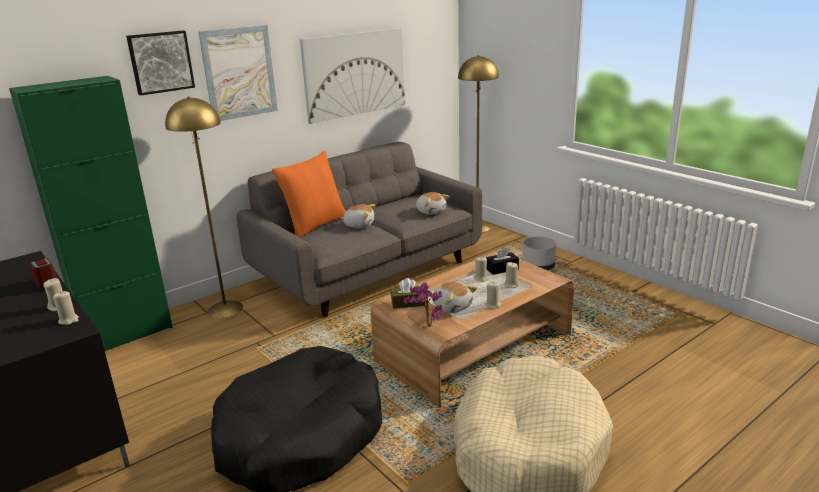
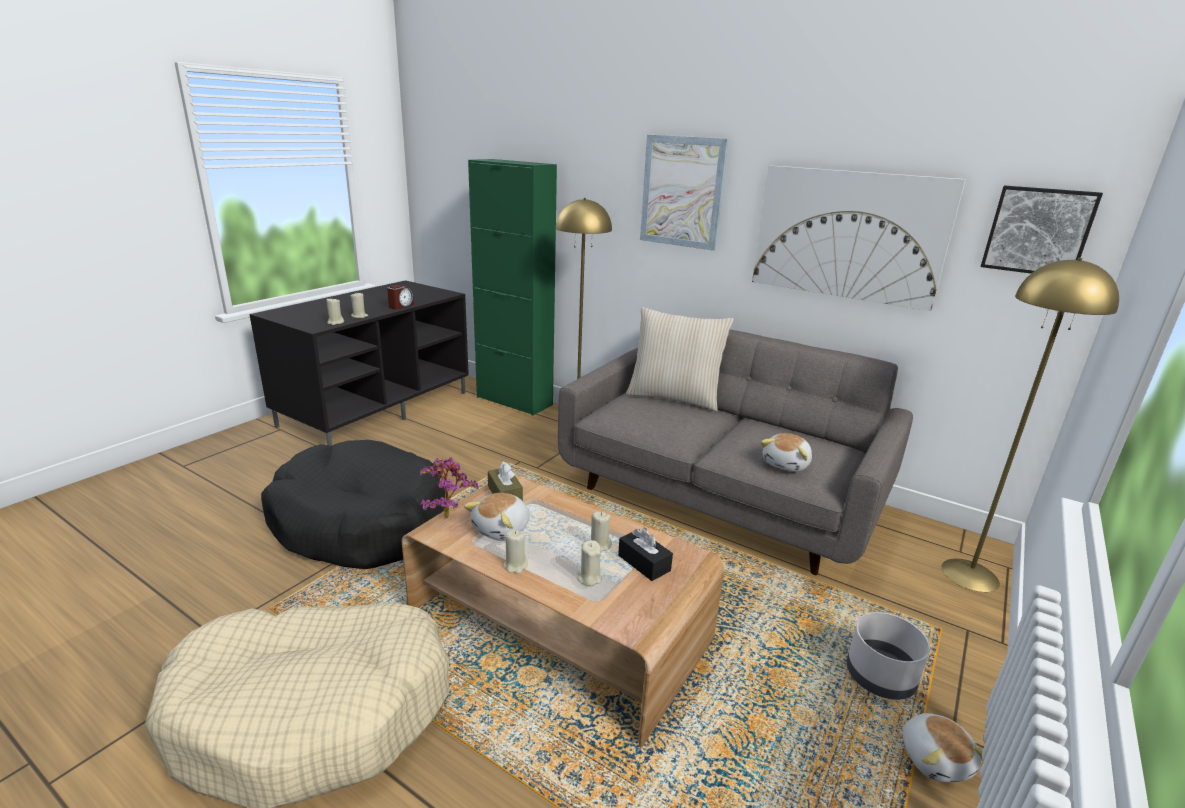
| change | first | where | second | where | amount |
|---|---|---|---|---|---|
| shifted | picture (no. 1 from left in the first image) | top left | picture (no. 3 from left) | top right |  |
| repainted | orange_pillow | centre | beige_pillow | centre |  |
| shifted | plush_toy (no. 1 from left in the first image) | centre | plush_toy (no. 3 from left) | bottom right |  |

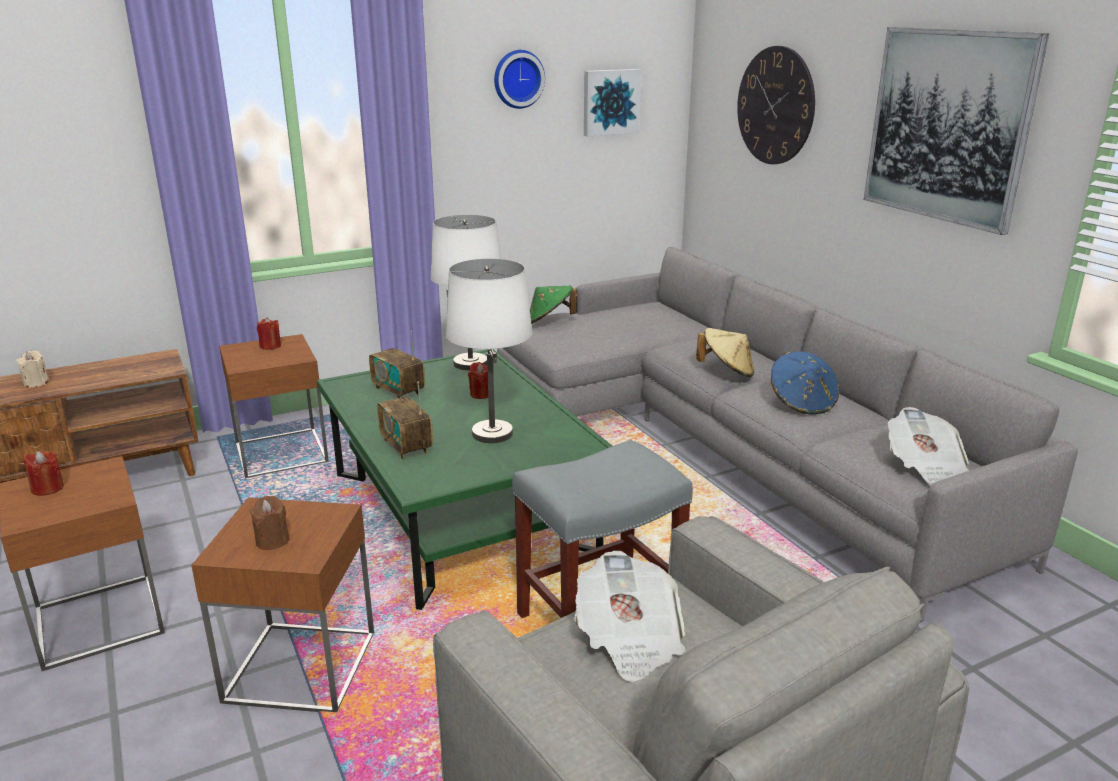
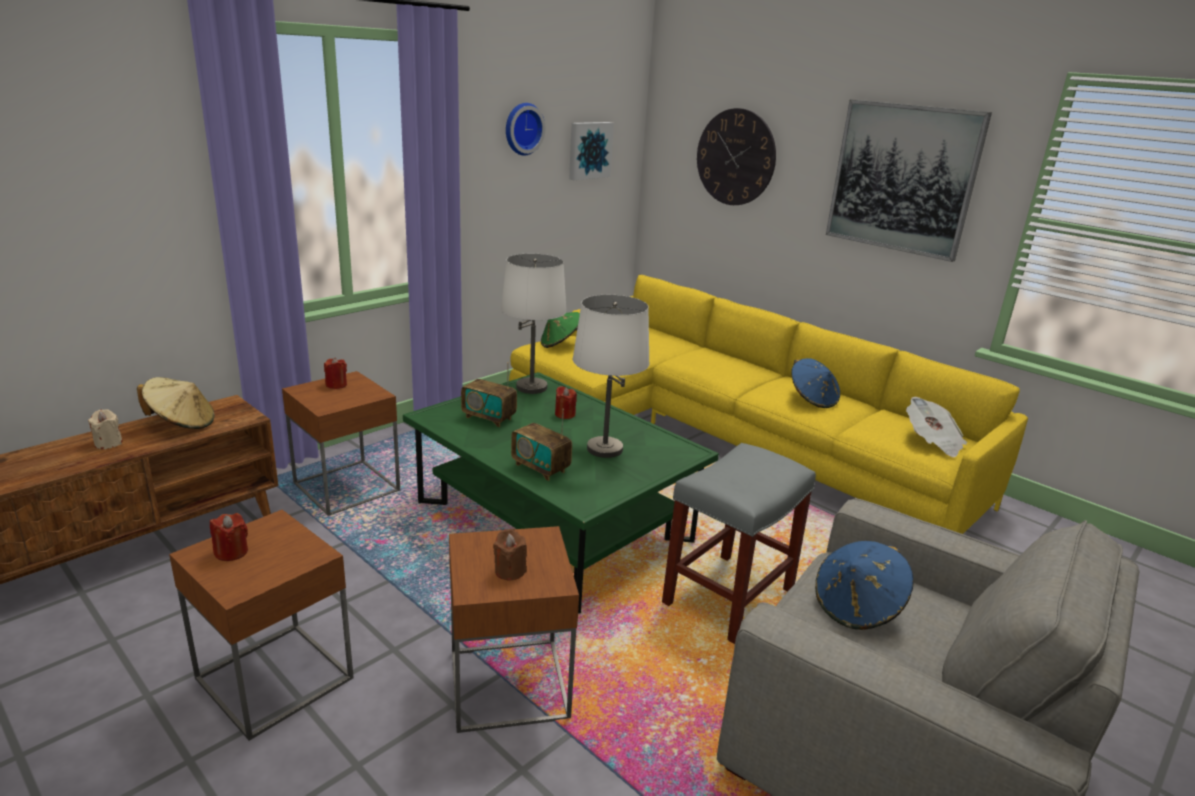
| change | first | where | second | where | amount |
|---|---|---|---|---|---|
| repainted | grey_sofa | middle right | yellow_sofa | centre |  |
| swapped | newspaper (no. 1 from left) | bottom centre | blue_hat (no. 2 from left) | bottom right |  |
| shifted | beige_hat | centre |  | middle left |  |

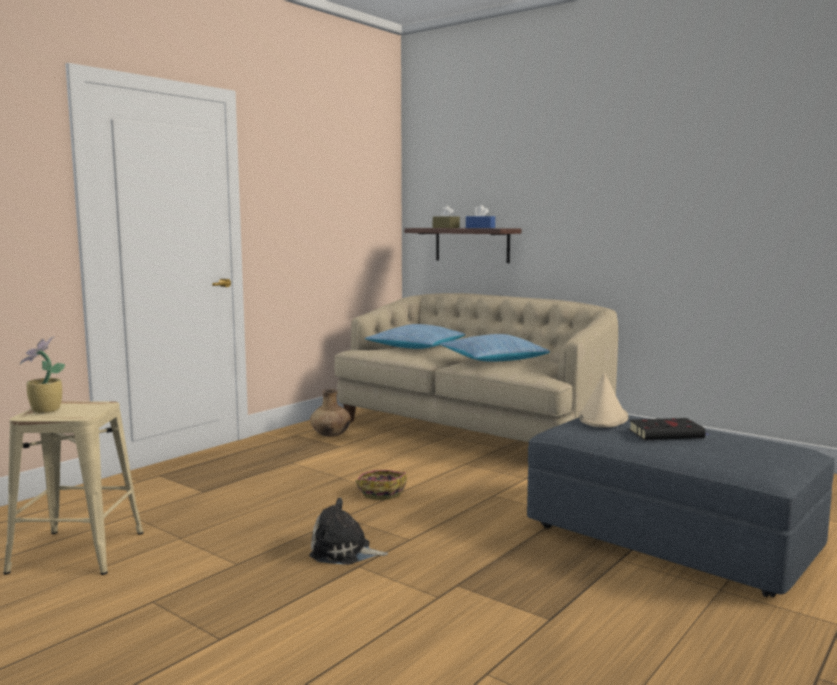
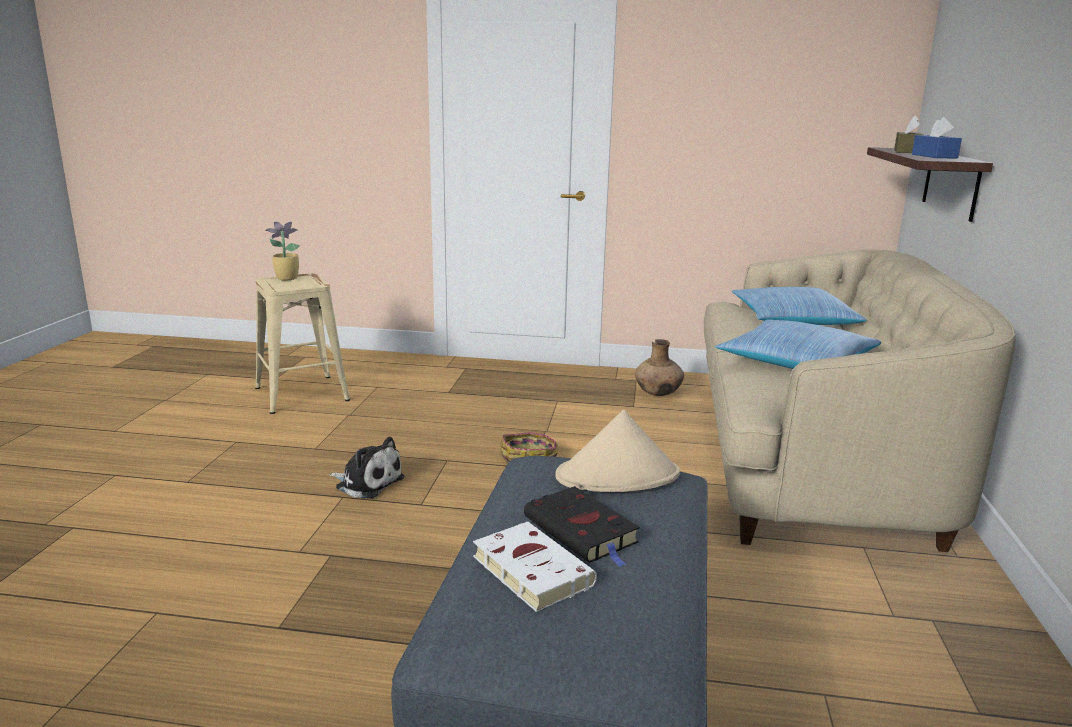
| change | first | where | second | where | amount |
|---|---|---|---|---|---|
| rotated | plush_toy | bottom centre |  | centre | 135 degrees clockwise |
| new |  |  | white_book | bottom centre |  |

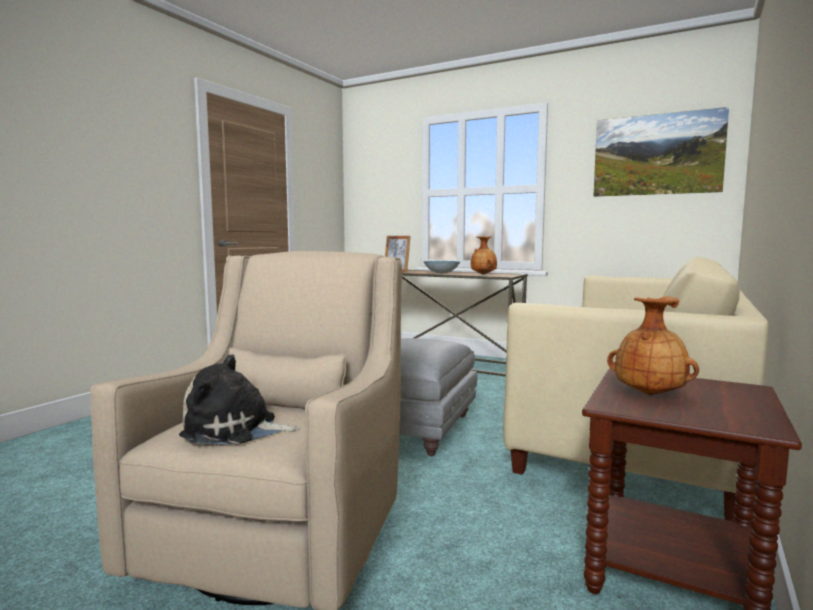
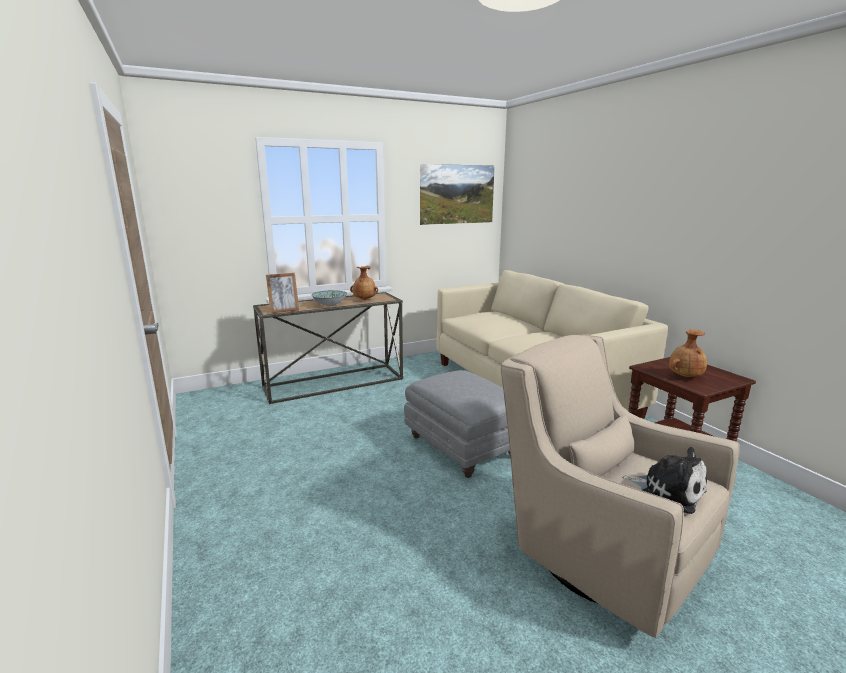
| change | first | where | second | where | amount |
|---|---|---|---|---|---|
| rotated | plush_toy | middle left |  | bottom right | 90 degrees counterclockwise |

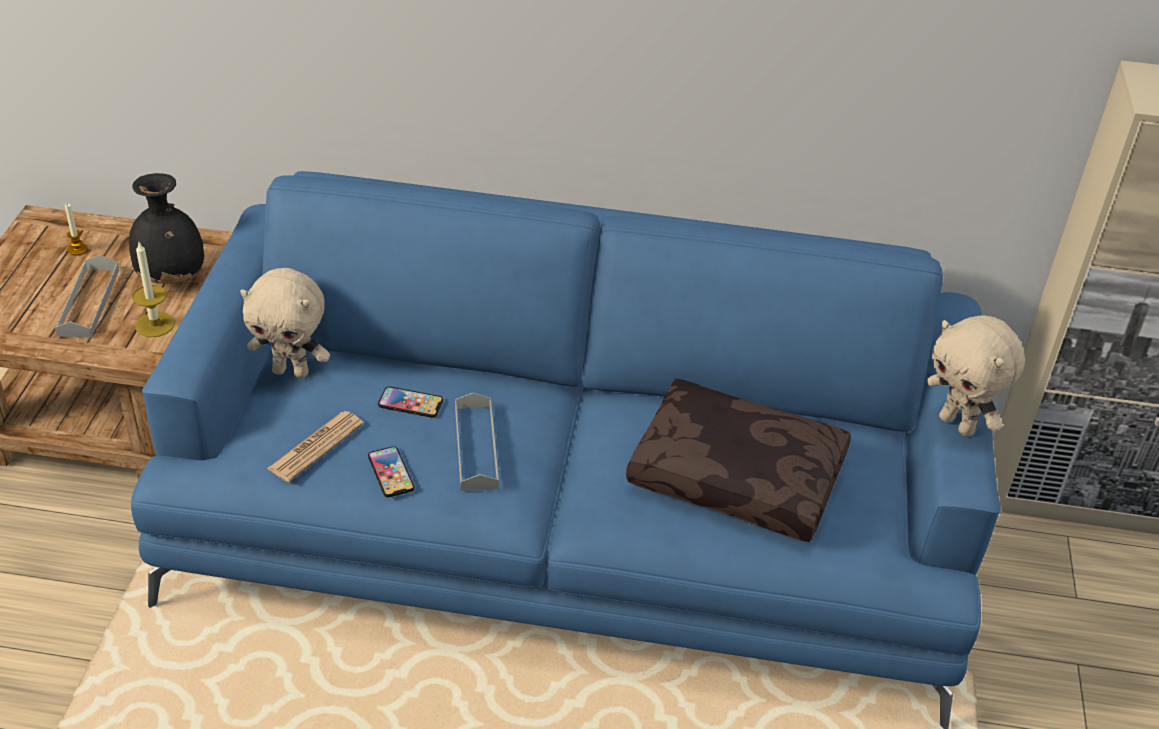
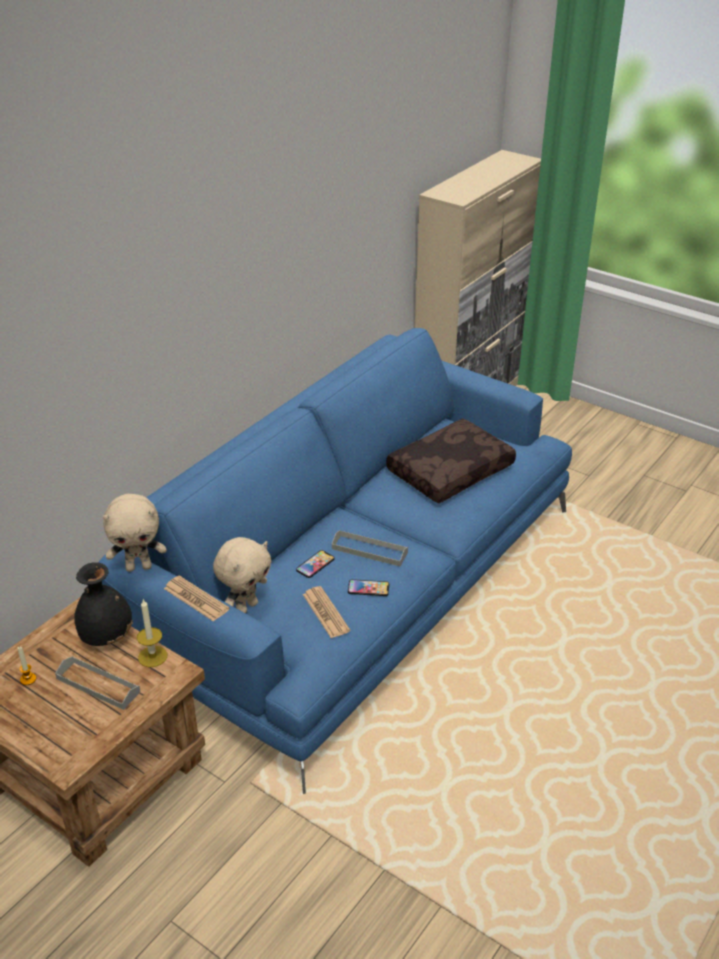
| change | first | where | second | where | amount |
|---|---|---|---|---|---|
| shifted | beige_plush_toy (no. 2 from left in the first image) | middle right | beige_plush_toy (no. 1 from left) | middle left |  |
| new |  |  | newspaper (no. 1 from left) | middle left |  |

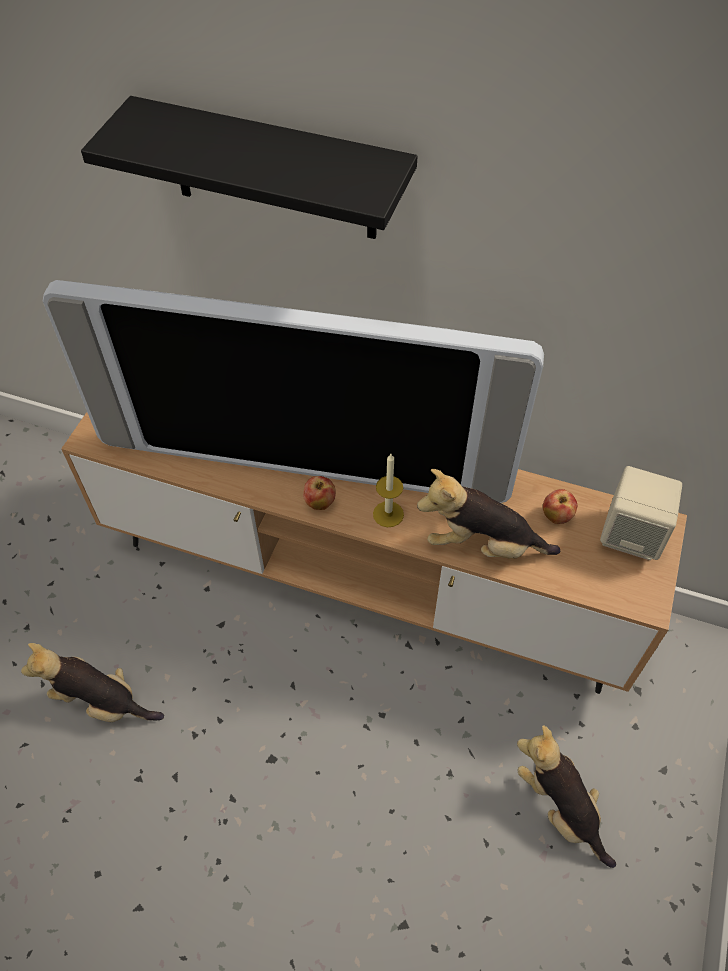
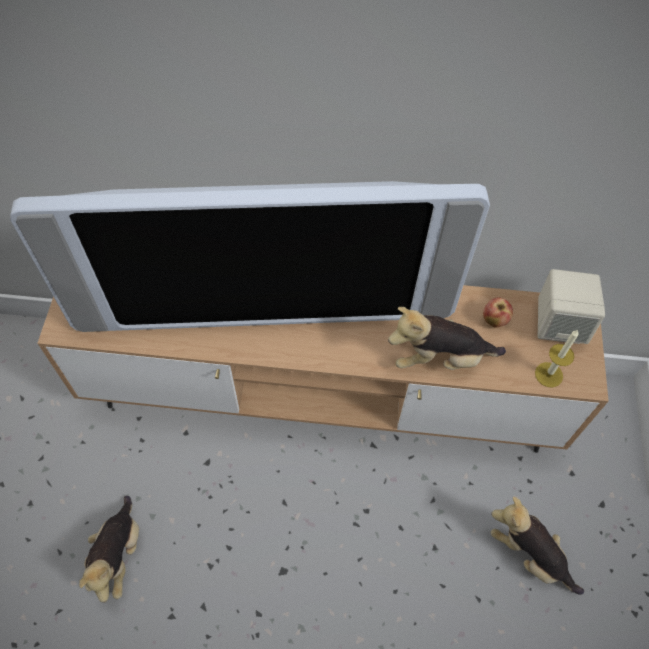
| change | first | where | second | where | amount |
|---|---|---|---|---|---|
| rotated | plush_toy (no. 1 from left) | bottom left |  | bottom left | 90 degrees counterclockwise |
| gone | black_shelf | top centre |  |  |  |
| gone | apple (no. 1 from left) | centre |  |  |  |
| shifted | candle | centre |  | middle right |  |

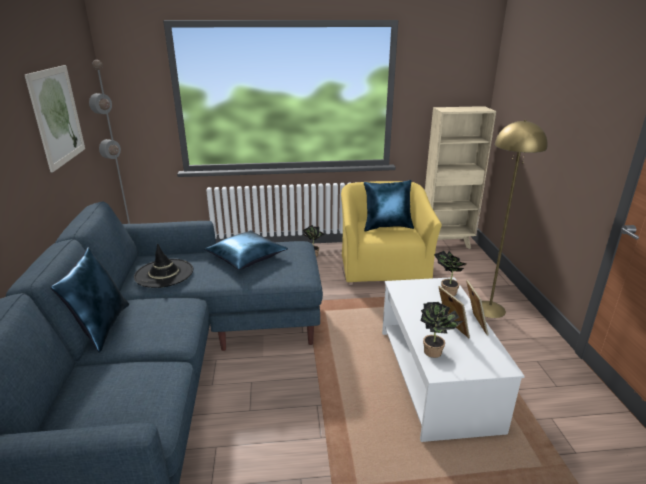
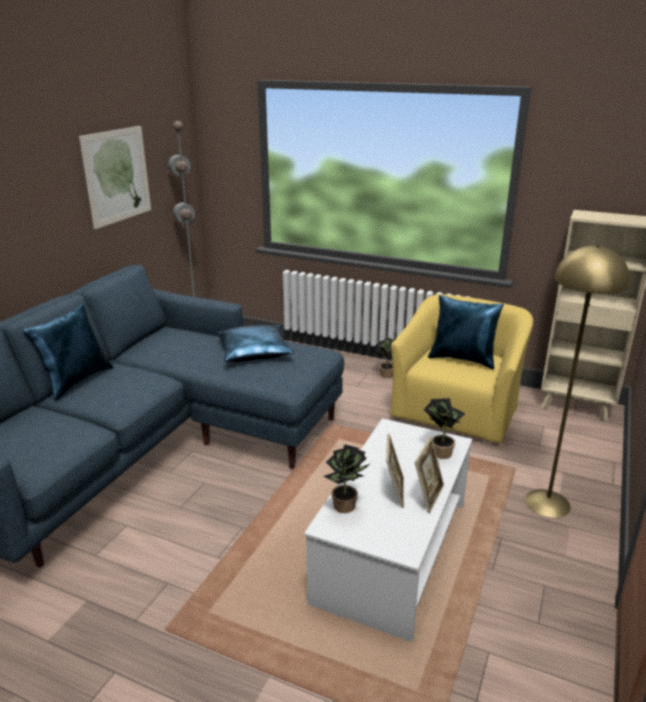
| change | first | where | second | where | amount |
|---|---|---|---|---|---|
| gone | black_hat | middle left |  |  |  |

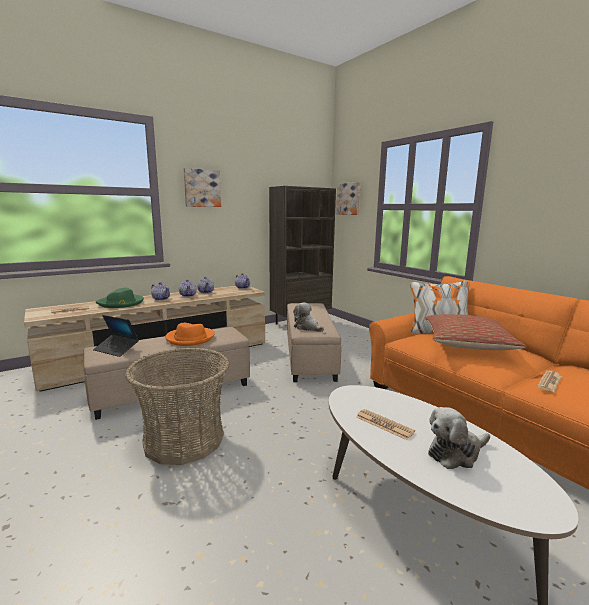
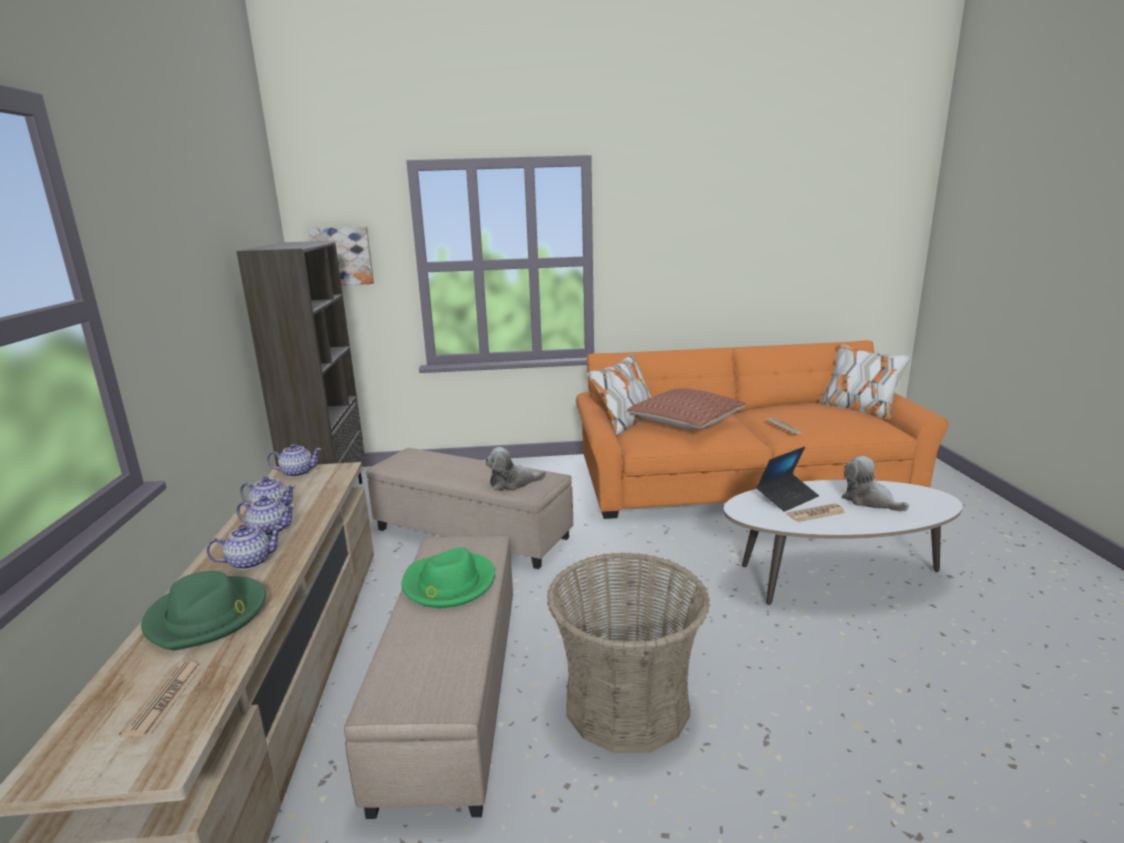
| change | first | where | second | where | amount |
|---|---|---|---|---|---|
| shifted | laptop | middle left |  | middle right |  |
| repainted | orange_hat | middle left | green_hat (no. 2 from left) | bottom centre |  |
| gone | picture (no. 1 from left) | top centre |  |  |  |
| rotated | plush_toy (no. 2 from left) | bottom right |  | middle right | 135 degrees clockwise |

